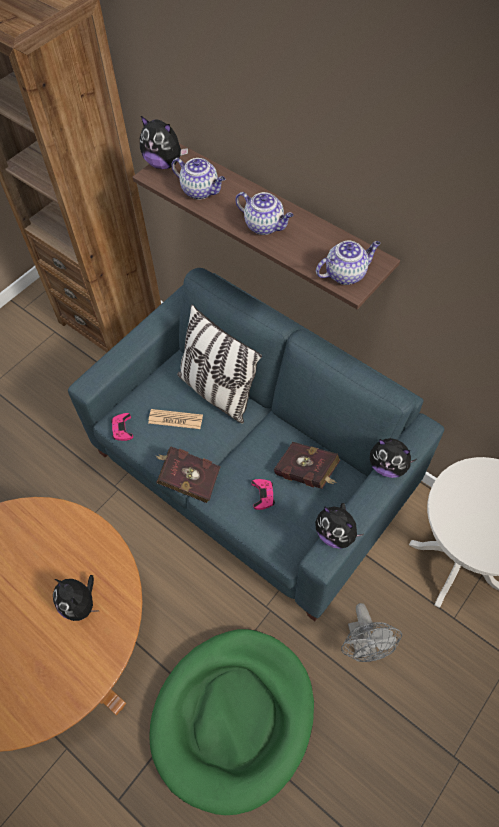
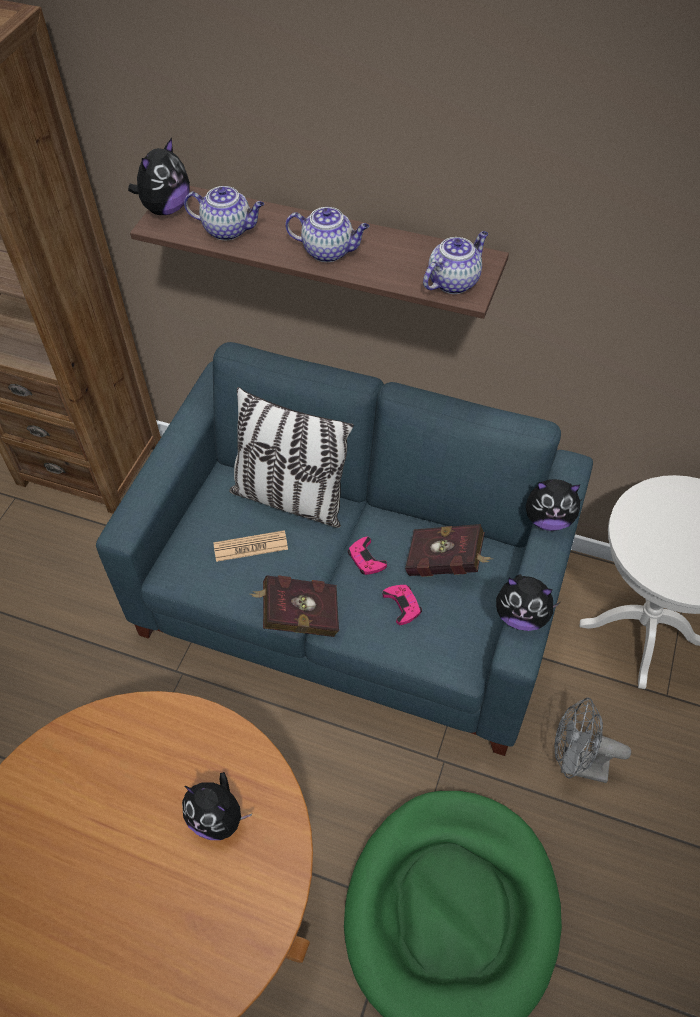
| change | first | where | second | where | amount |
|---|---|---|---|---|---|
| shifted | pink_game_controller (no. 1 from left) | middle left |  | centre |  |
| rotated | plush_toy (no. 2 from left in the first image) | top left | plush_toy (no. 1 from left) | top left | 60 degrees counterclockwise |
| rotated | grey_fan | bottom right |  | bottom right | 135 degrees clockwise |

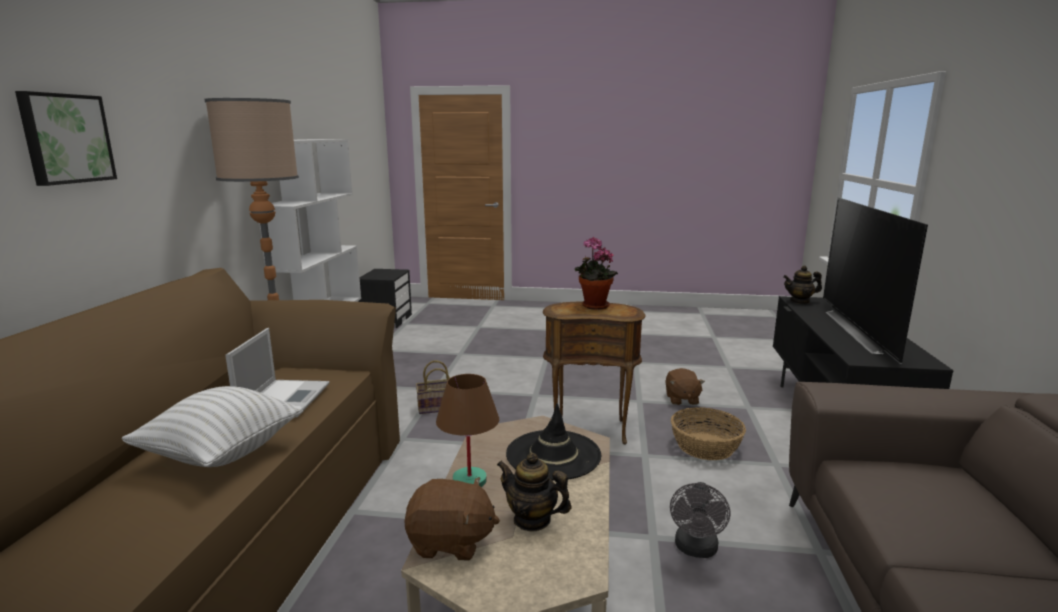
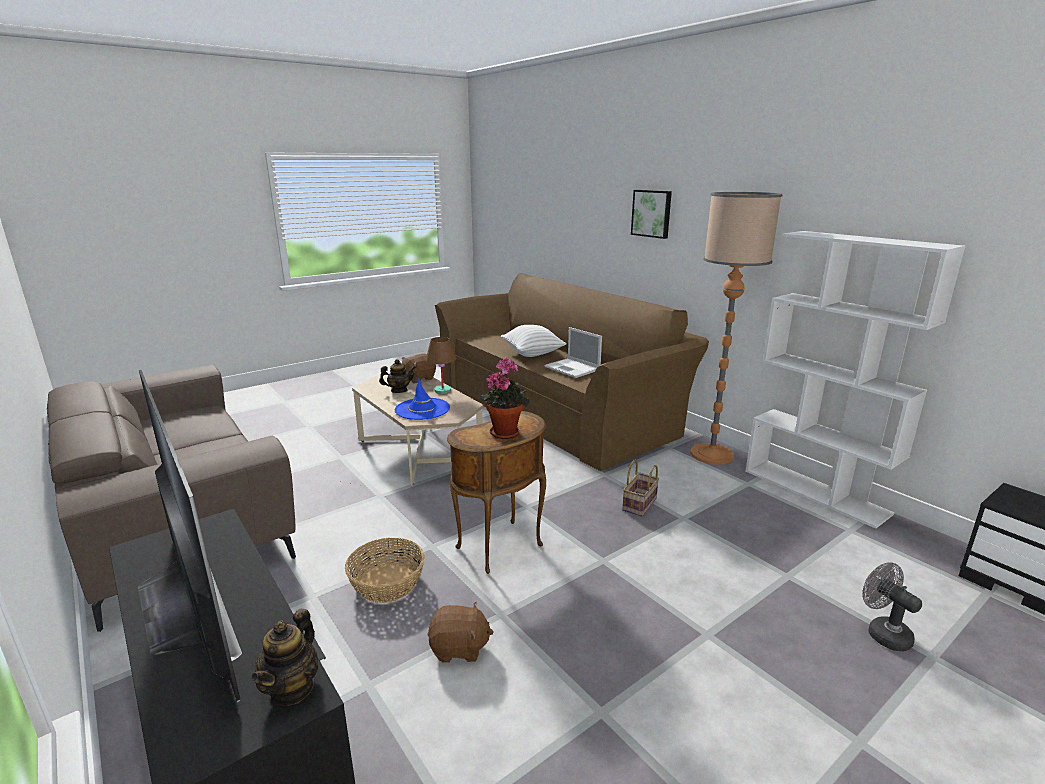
| change | first | where | second | where | amount |
|---|---|---|---|---|---|
| repainted | black_hat | bottom centre | blue_hat | centre |  |
| rotated | brown_plush_toy (no. 2 from left) | centre |  | bottom centre | 135 degrees clockwise |
| shifted | grey_fan | bottom centre |  | bottom right |  |
| rotated | teapot (no. 2 from left in the first image) | middle right | teapot (no. 1 from left) | bottom left | 150 degrees clockwise |

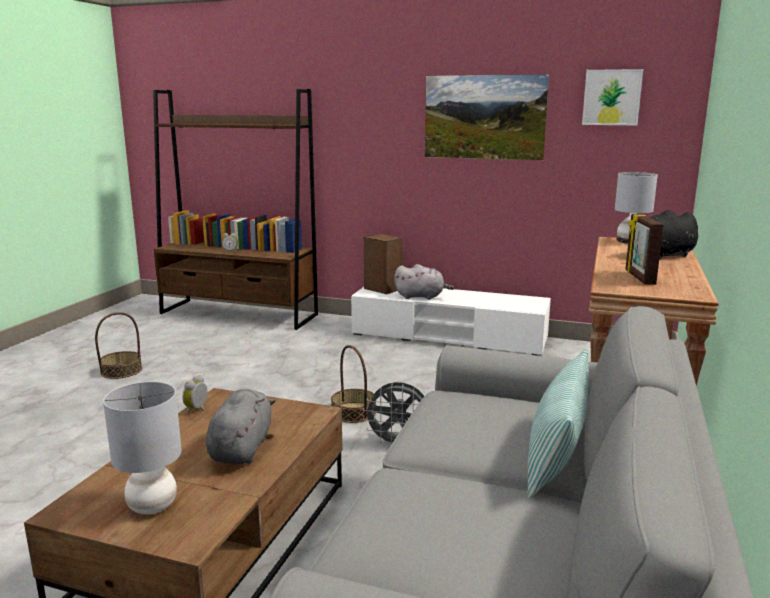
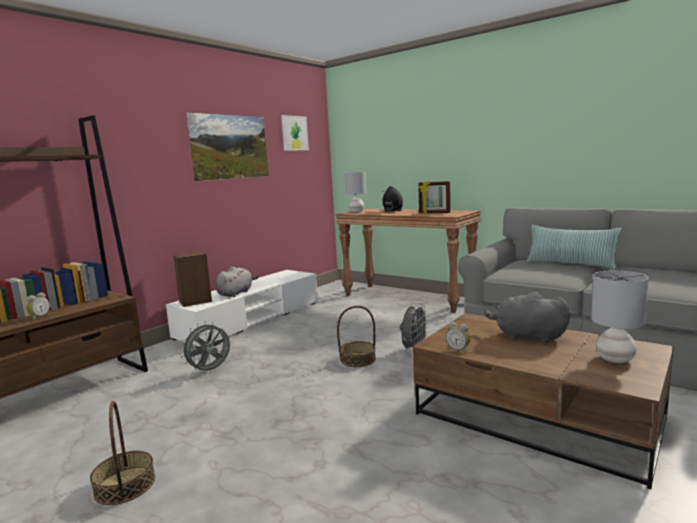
| change | first | where | second | where | amount |
|---|---|---|---|---|---|
| new |  |  | grey_fan (no. 1 from left) | middle left |  |

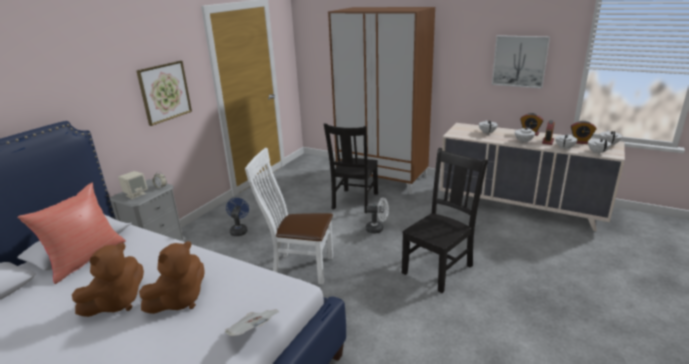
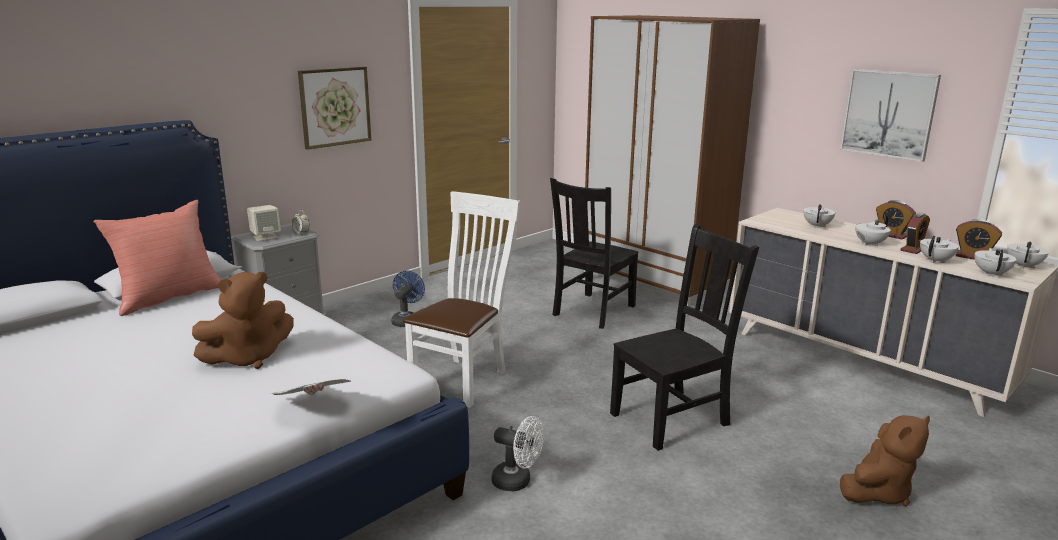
| change | first | where | second | where | amount |
|---|---|---|---|---|---|
| shifted | brown_plush_toy (no. 1 from left in the first image) | bottom left | brown_plush_toy (no. 2 from left) | bottom right |  |
| rotated | white_chair | centre |  | centre | 90 degrees clockwise |
| shifted | white_fan | centre |  | bottom centre |  |

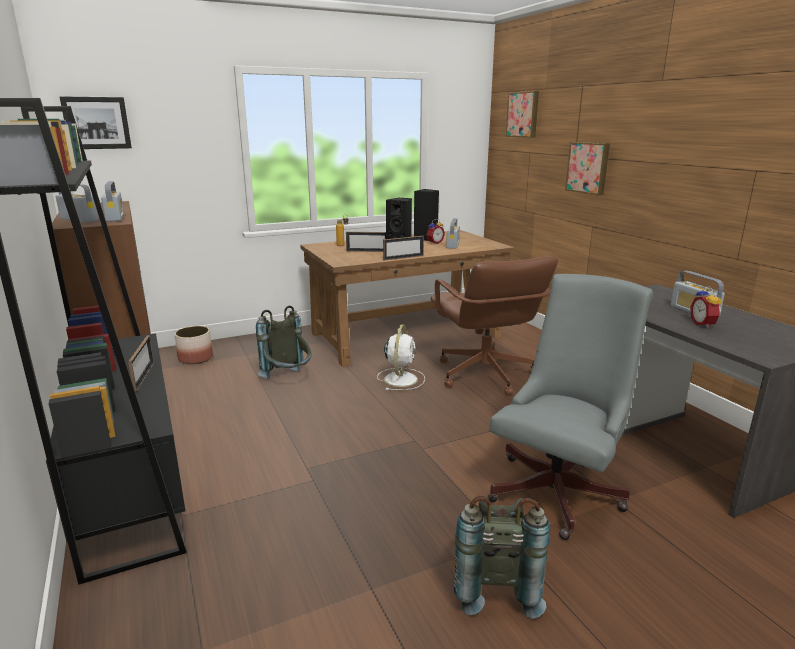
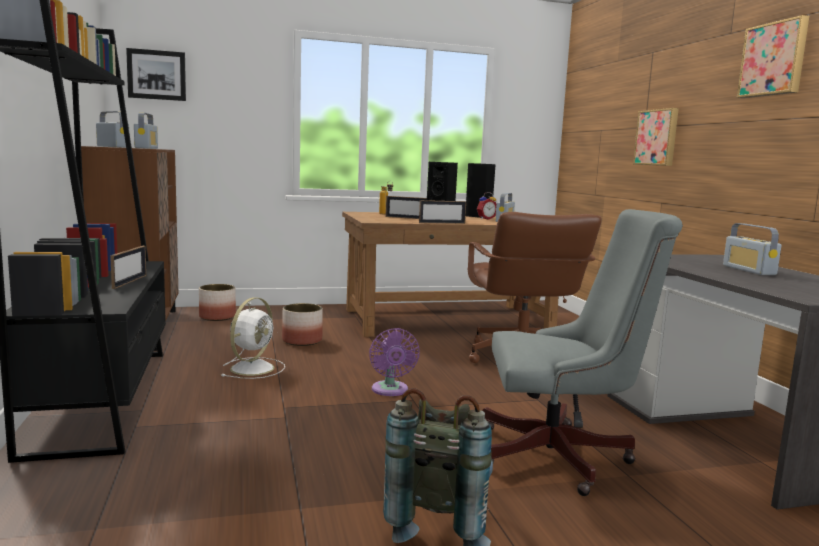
| change | first | where | second | where | amount |
|---|---|---|---|---|---|
| swapped | grey_backpack (no. 1 from left) | centre | planter (no. 2 from left) | centre |  |
| shifted | white_fan | centre |  | middle left |  |
| rotated | grey_office_chair | middle right |  | middle right | 45 degrees clockwise |
| shifted | picture (no. 2 from left in the first image) | top centre | picture (no. 3 from left) | top right |  |
| gone | alarm_clock (no. 2 from left) | middle right |  |  |  |
| new |  |  | purple_fan | centre |  |

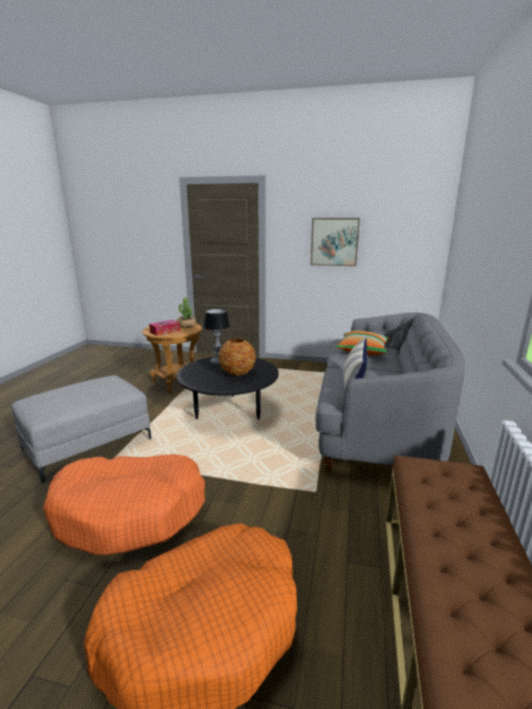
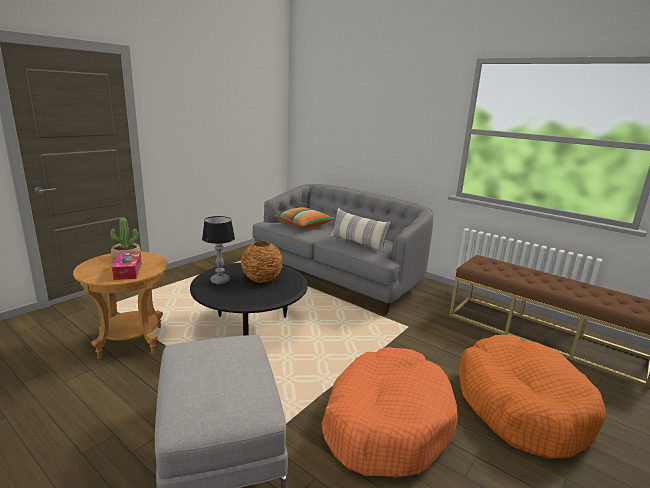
| change | first | where | second | where | amount |
|---|---|---|---|---|---|
| gone | picture | centre |  |  |  |

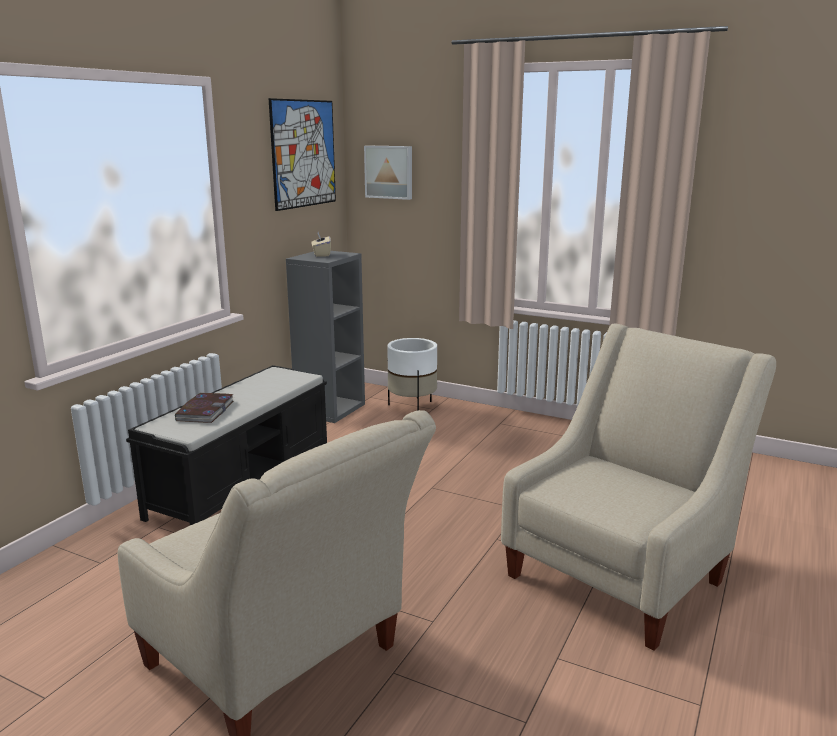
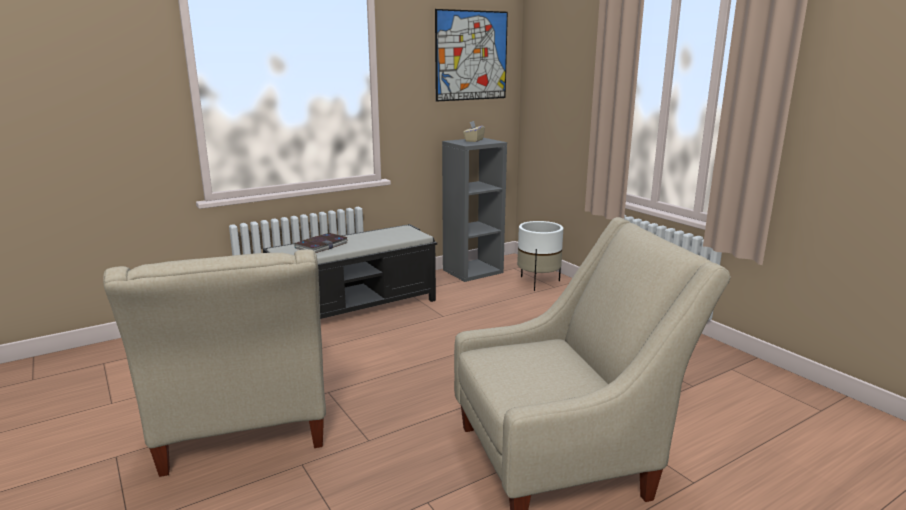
| change | first | where | second | where | amount |
|---|---|---|---|---|---|
| gone | picture (no. 2 from left) | top centre |  |  |  |

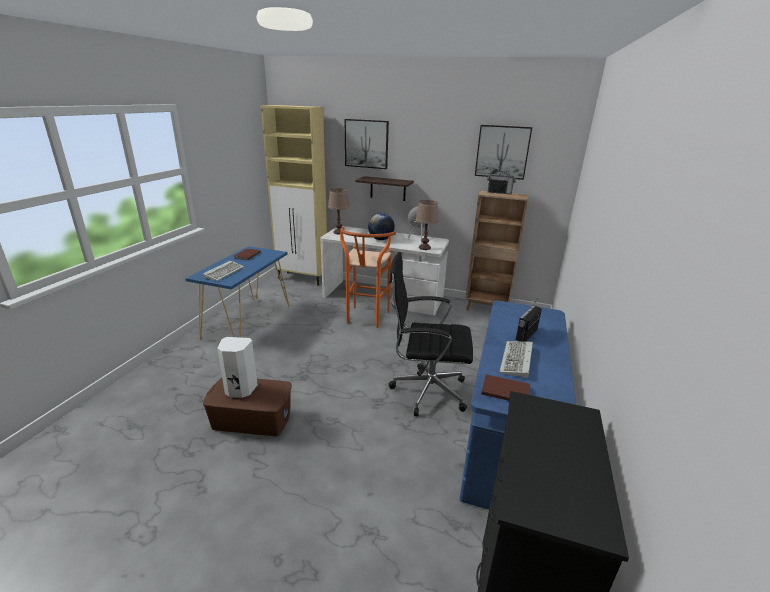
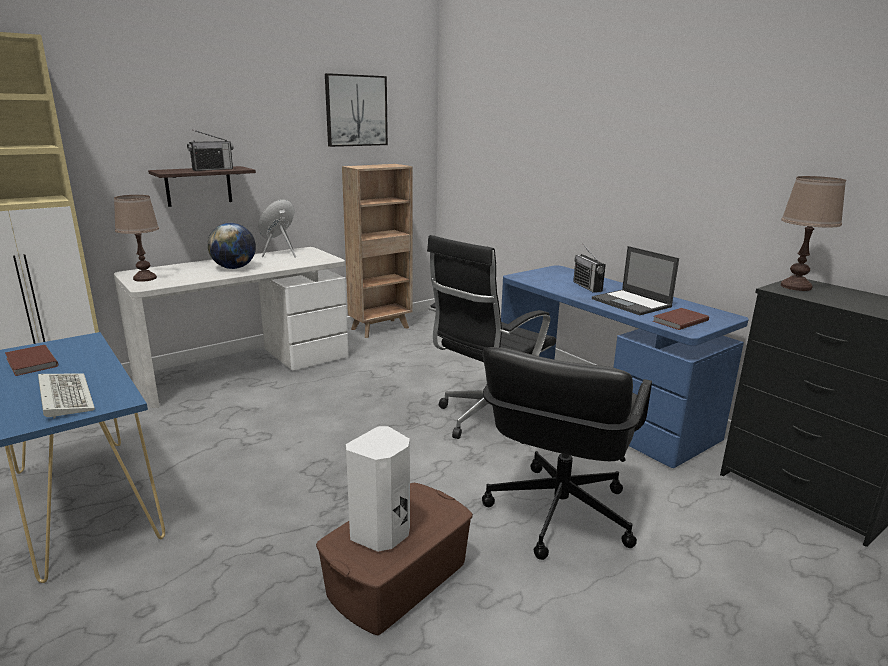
| change | first | where | second | where | amount |
|---|---|---|---|---|---|
| gone | orange_stool | centre |  |  |  |
| gone | picture (no. 1 from left) | top centre |  |  |  |
| shifted | brown_table_lamp (no. 2 from left) | centre |  | middle right |  |
| shifted | radio (no. 1 from left) | top centre |  | top left |  |
| swapped | keyboard (no. 2 from left) | middle right | laptop | middle right |  |
| new |  |  | black_office_chair (no. 2 from left) | bottom centre |  |

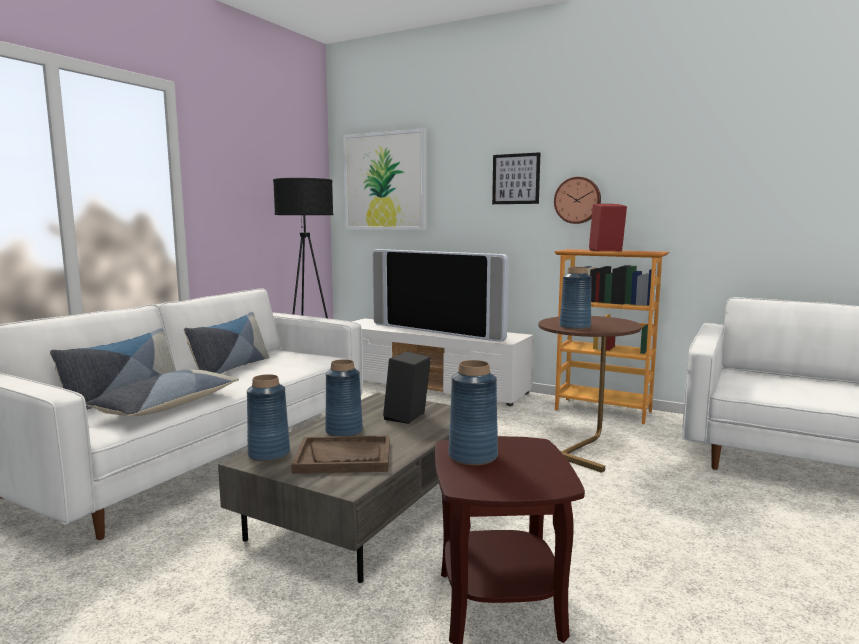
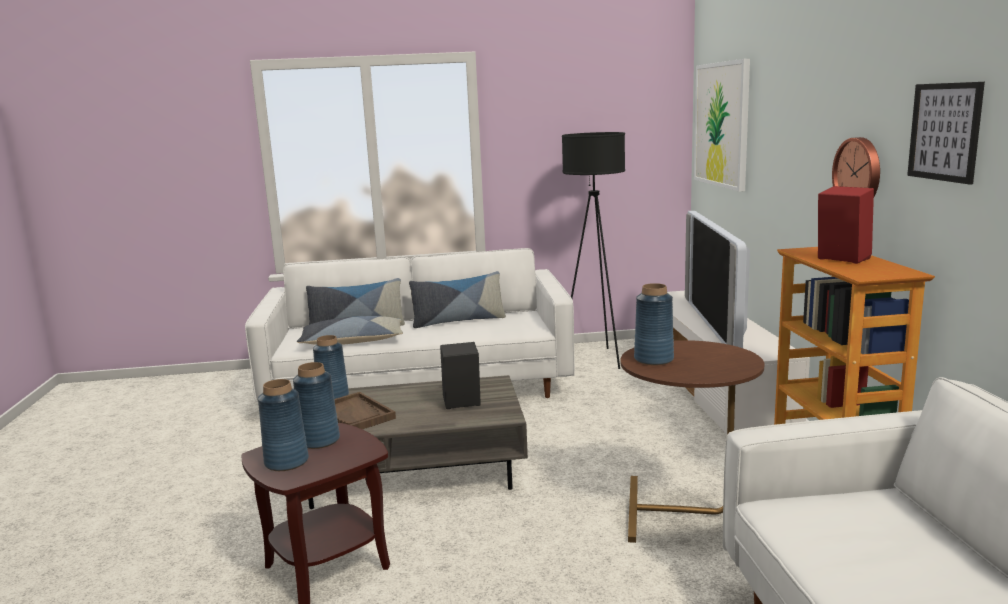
| change | first | where | second | where | amount |
|---|---|---|---|---|---|
| shifted | blue_vase (no. 2 from left in the first image) | centre | blue_vase (no. 1 from left) | bottom left |  |
| shifted | picture (no. 2 from left) | top centre |  | top right |  |

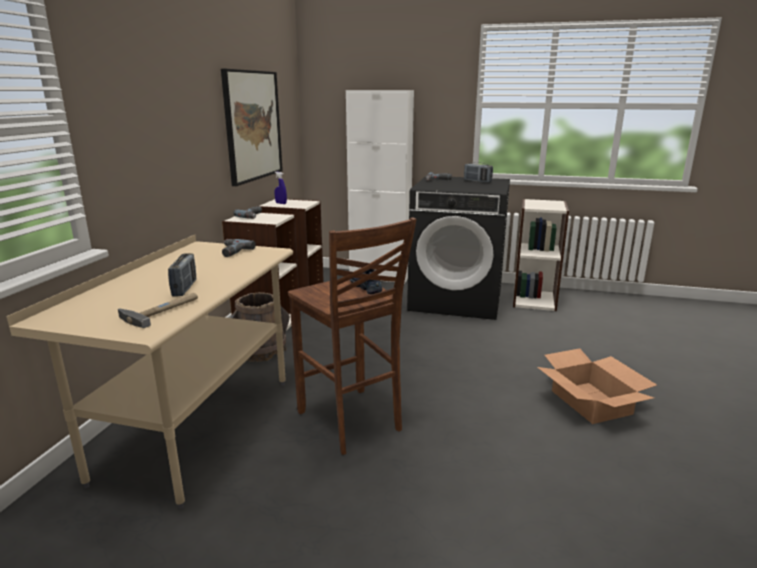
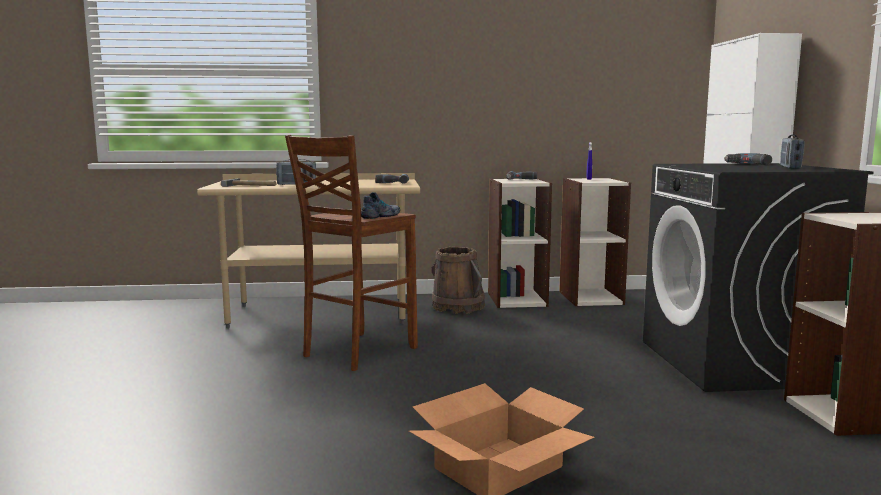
| change | first | where | second | where | amount |
|---|---|---|---|---|---|
| gone | picture | top left |  |  |  |

